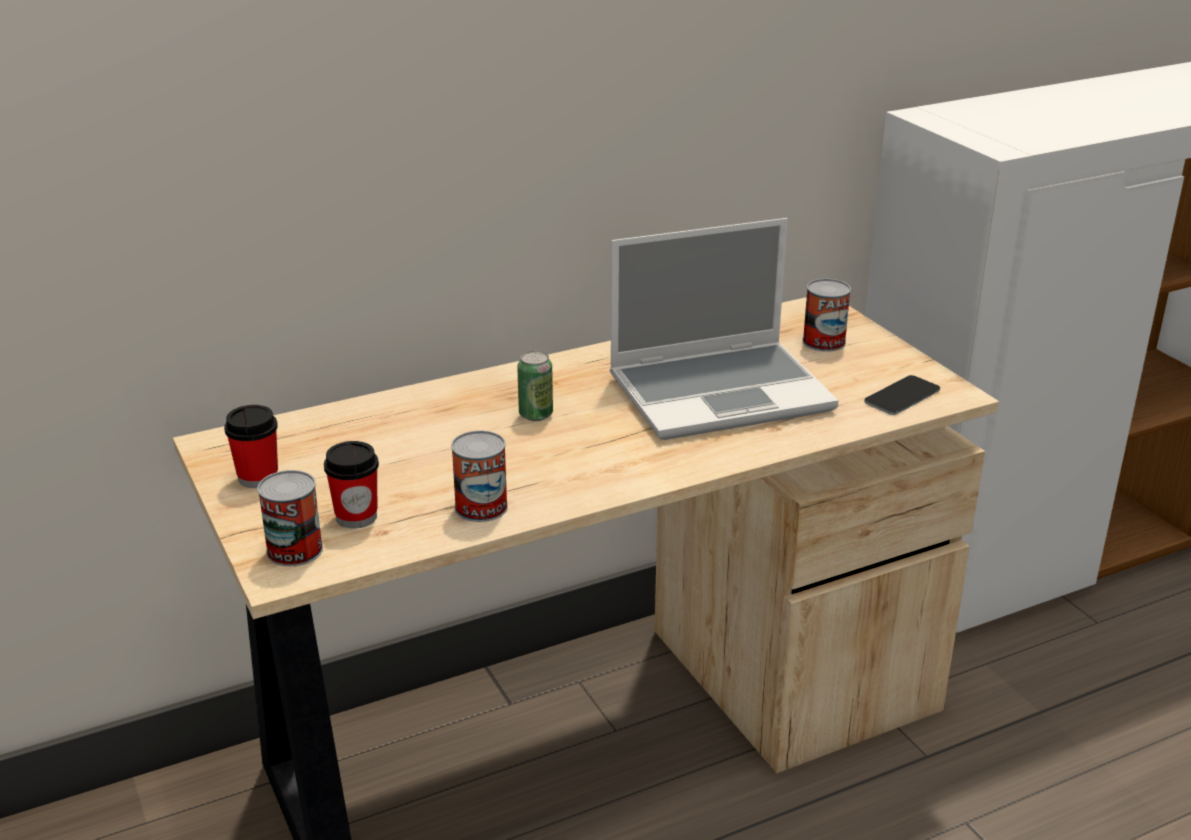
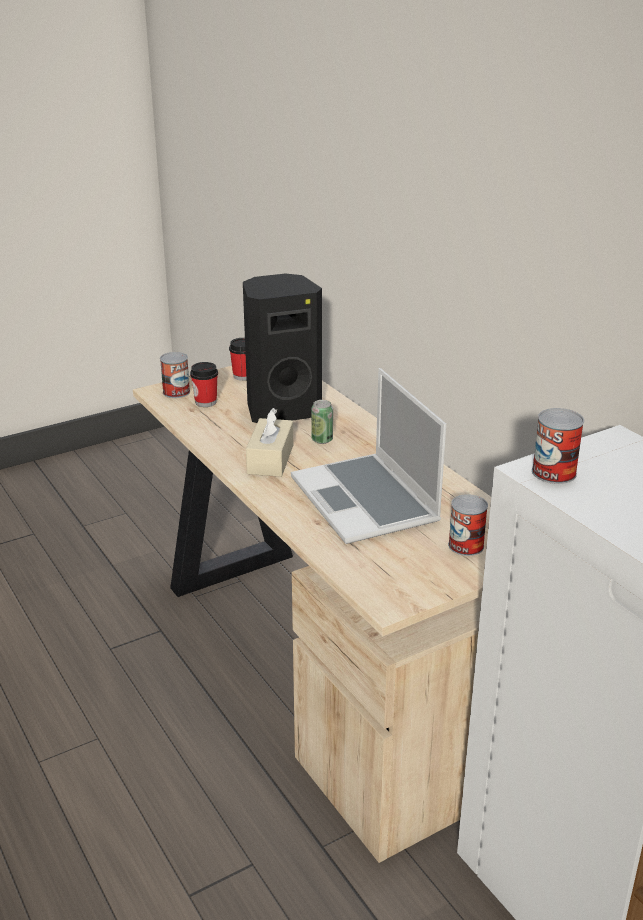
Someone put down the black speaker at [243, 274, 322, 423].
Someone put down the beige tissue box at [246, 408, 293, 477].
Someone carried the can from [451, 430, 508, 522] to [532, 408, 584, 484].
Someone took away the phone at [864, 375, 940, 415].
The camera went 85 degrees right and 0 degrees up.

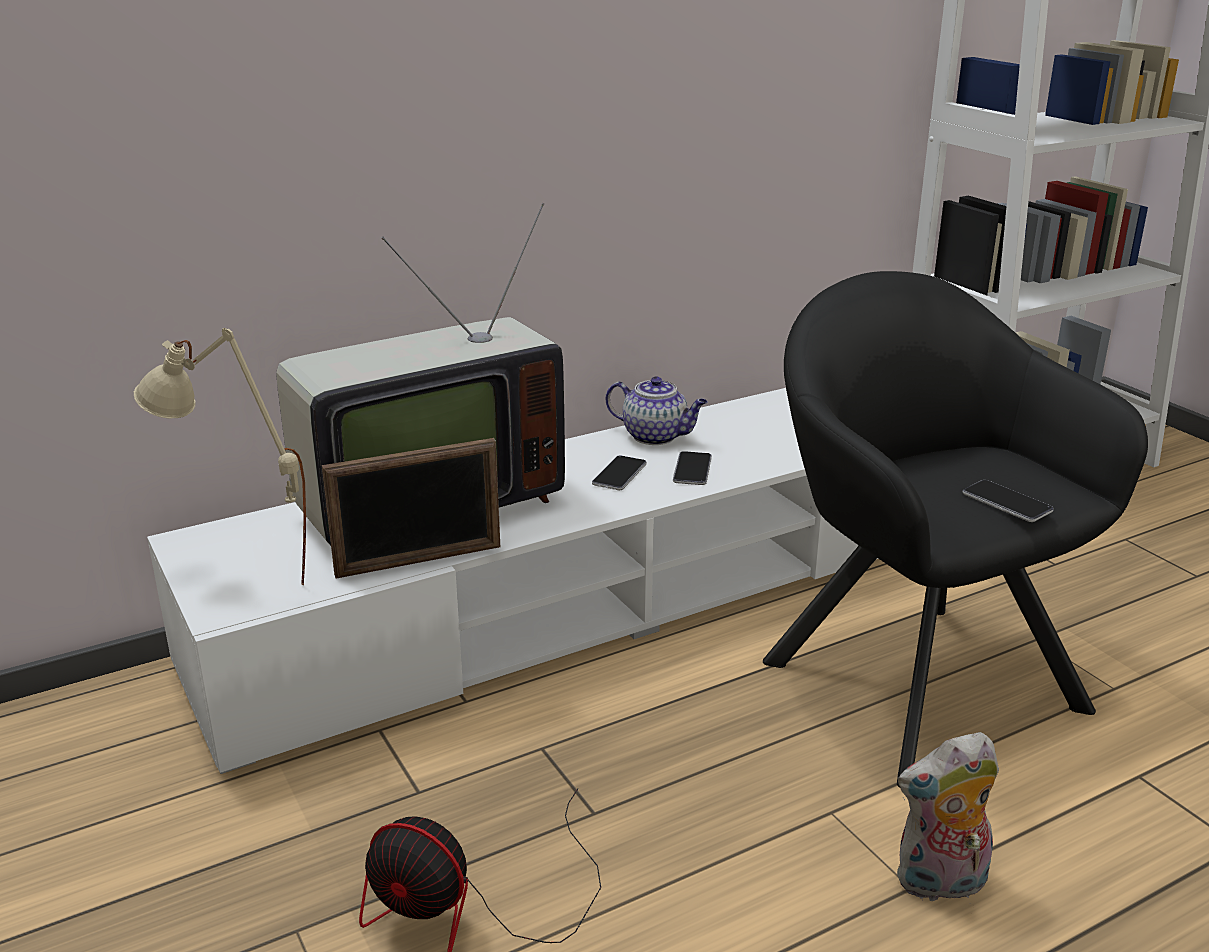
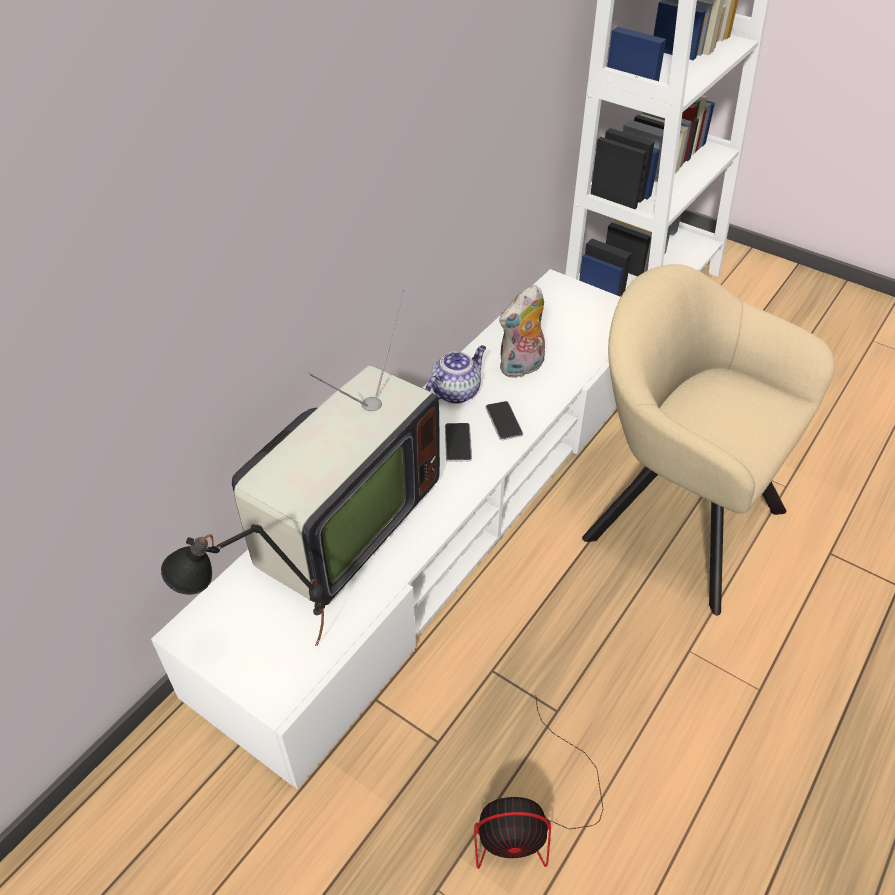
Someone repainted the beige table lamp at [134, 328, 306, 585], which became the black table lamp at [161, 524, 325, 646].
Someone rotated the teapot at [606, 376, 708, 445] by 45 degrees counterclockwise.
Someone carried the plush toy from [897, 732, 999, 904] to [499, 285, 545, 378].
Someone repainted the black armchair at [763, 271, 1148, 788], which became the beige armchair at [582, 264, 835, 616].
Someone took away the picture frame at [322, 438, 500, 579].
Someone took away the phone at [963, 480, 1054, 522].
The camera went 25 degrees left and 20 degrees up.

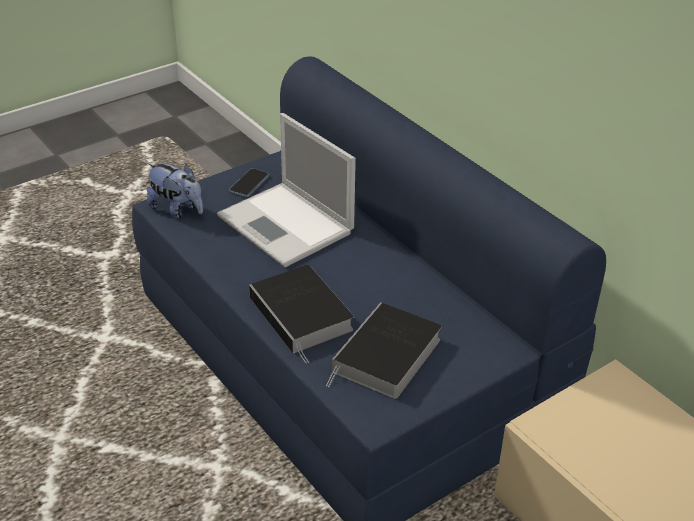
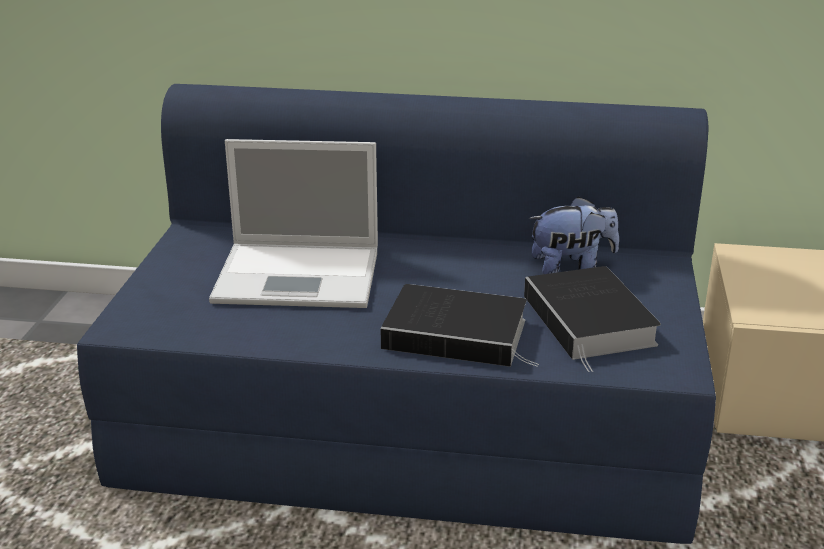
Someone carried the plush toy from [147, 163, 203, 218] to [529, 196, 619, 274].
Someone took away the phone at [229, 168, 269, 197].
The camera went 45 degrees left and 10 degrees down.

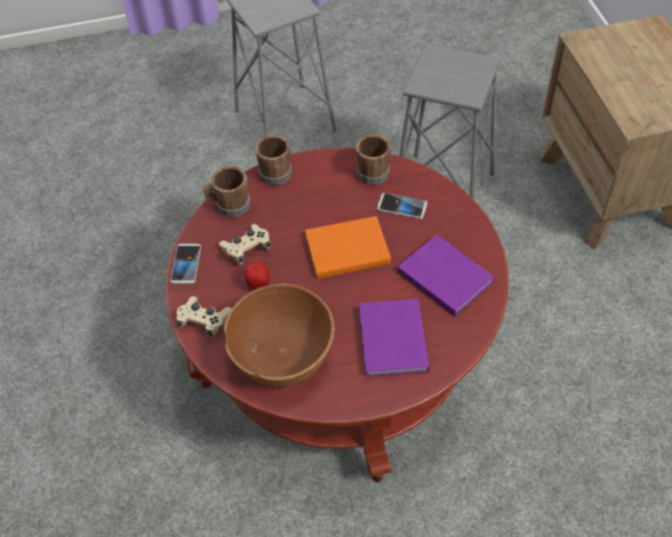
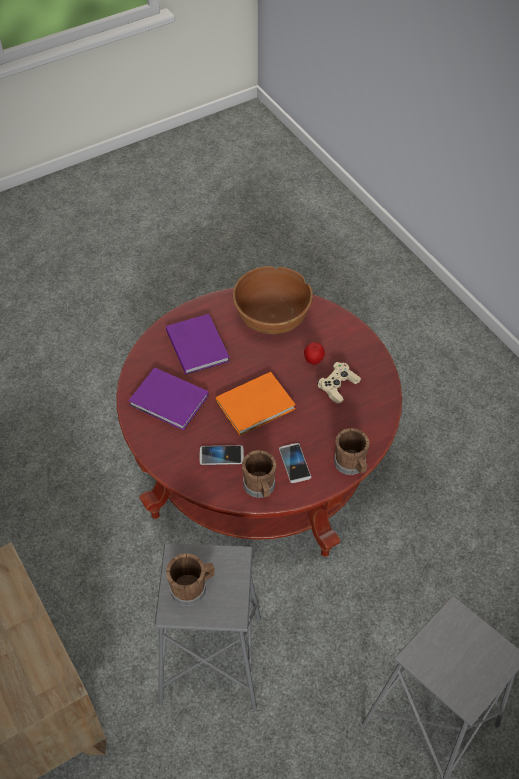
Someone carried the brown mug from [203, 166, 251, 217] to [166, 553, 215, 606].
Someone carried the phone from [171, 244, 201, 284] to [279, 443, 311, 483].
Someone took away the beige game controller at [177, 296, 232, 338].
The camera went 160 degrees right and 0 degrees up.

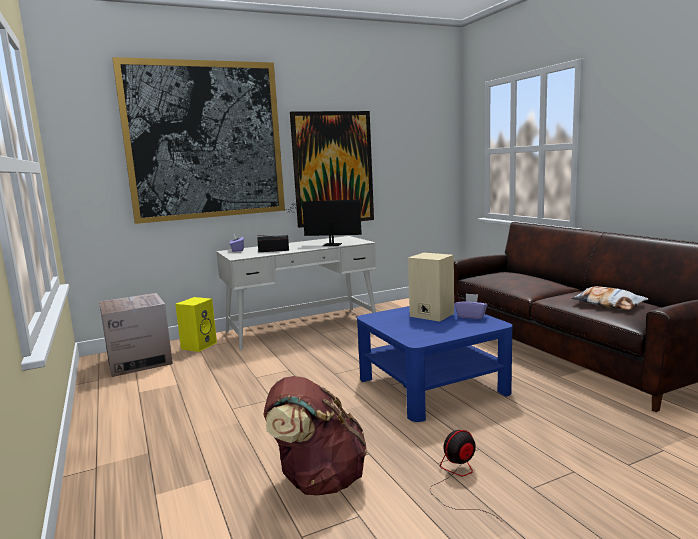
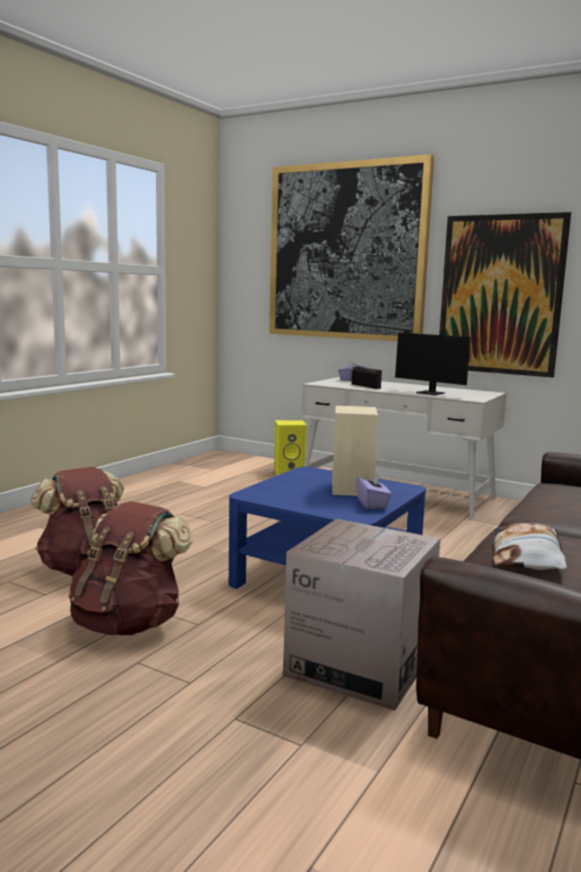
Someone swapped the fan at [430, 430, 501, 521] for the brown backpack at [69, 501, 193, 635].
Someone carried the cardboard box from [99, 293, 173, 377] to [283, 519, 441, 711].
Someone rotated the monitor at [285, 199, 362, 246] by 150 degrees clockwise.
The camera went 55 degrees right and 0 degrees up.

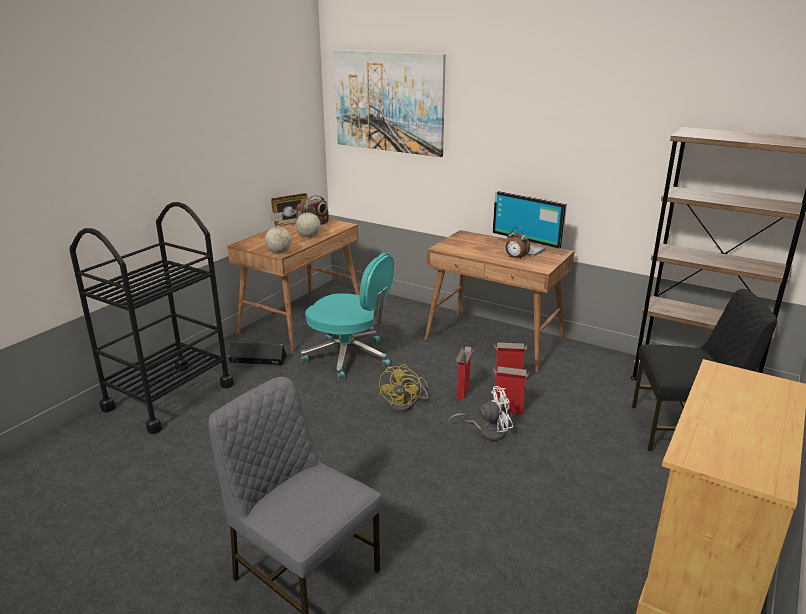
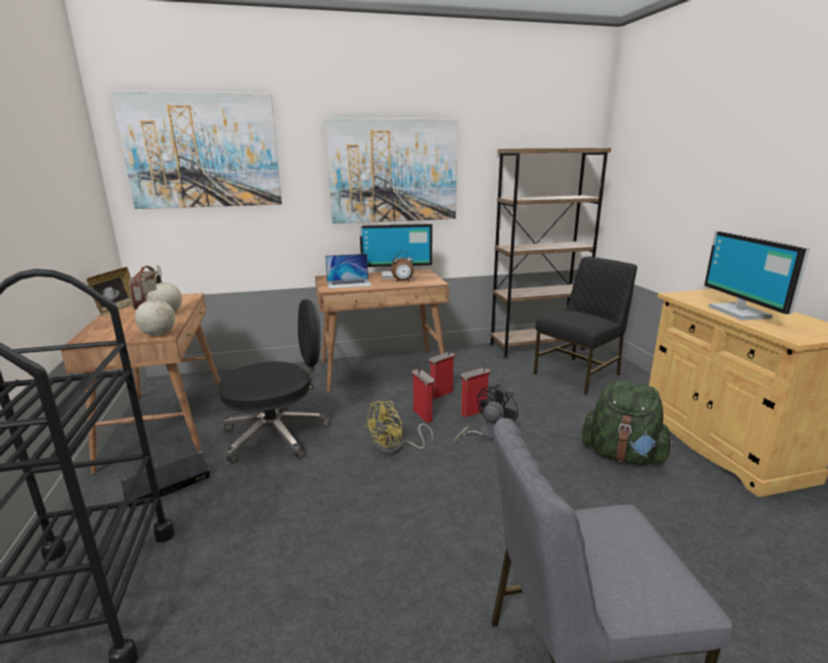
Someone repainted the turquoise office chair at [300, 253, 394, 380], which became the black office chair at [219, 299, 330, 464].
Someone put up the picture at [325, 118, 458, 224].
Someone put down the laptop at [325, 254, 372, 289].
Someone rotated the yellow fan at [379, 364, 429, 412] by 75 degrees clockwise.
Someone repainted the white fan at [449, 386, 513, 441], which became the black fan at [454, 384, 519, 444].
Someone put down the green backpack at [582, 380, 674, 465].
Someone put down the monitor at [704, 231, 810, 320].
The camera went 45 degrees left and 5 degrees down.

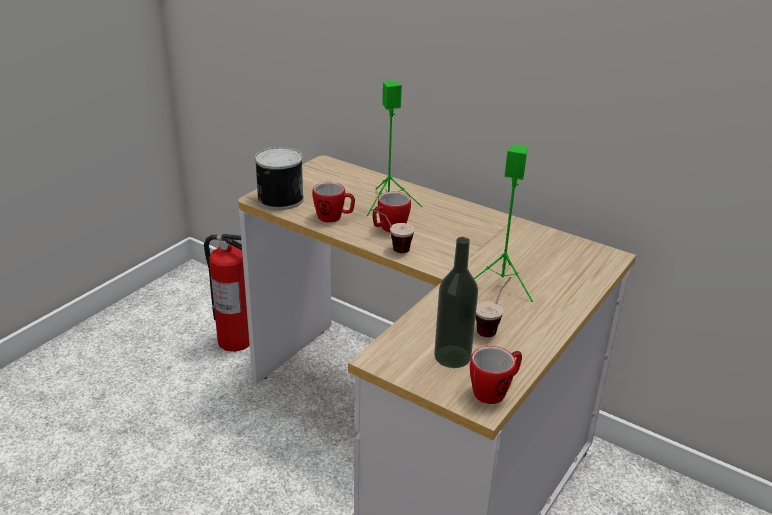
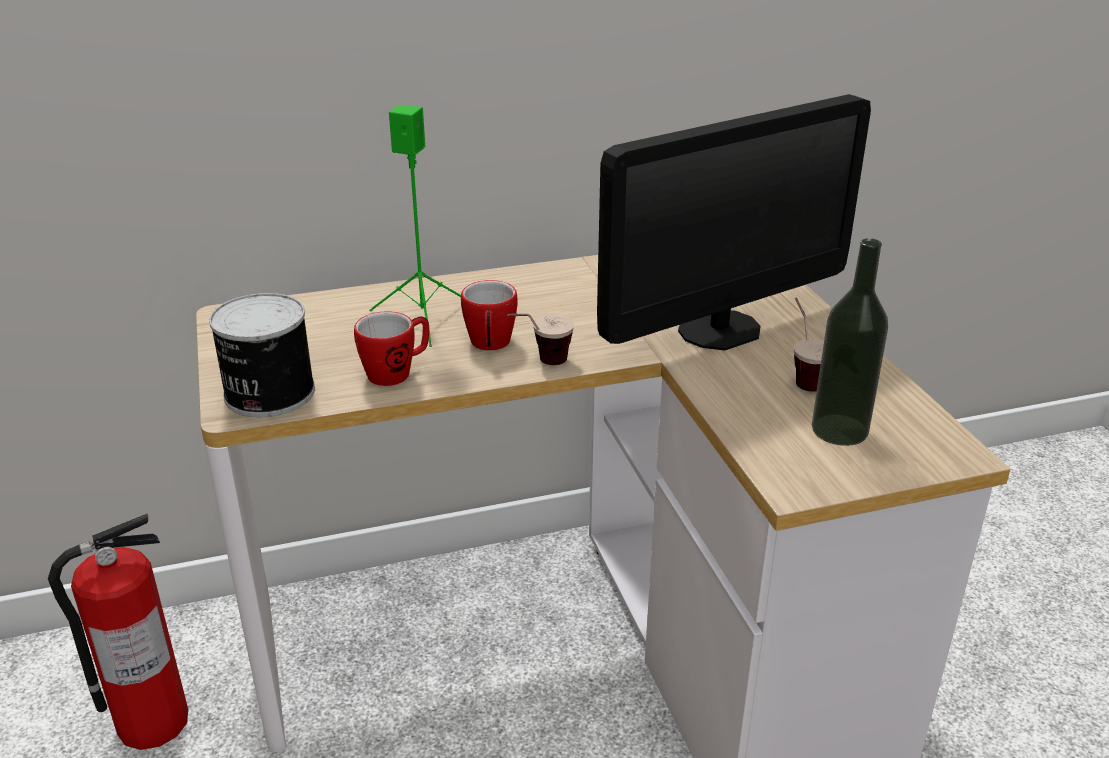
Someone swapped the green speaker at [474, 145, 533, 302] for the monitor at [597, 94, 871, 350].
Someone took away the mug at [470, 346, 522, 404].
The camera went 50 degrees left and 0 degrees up.

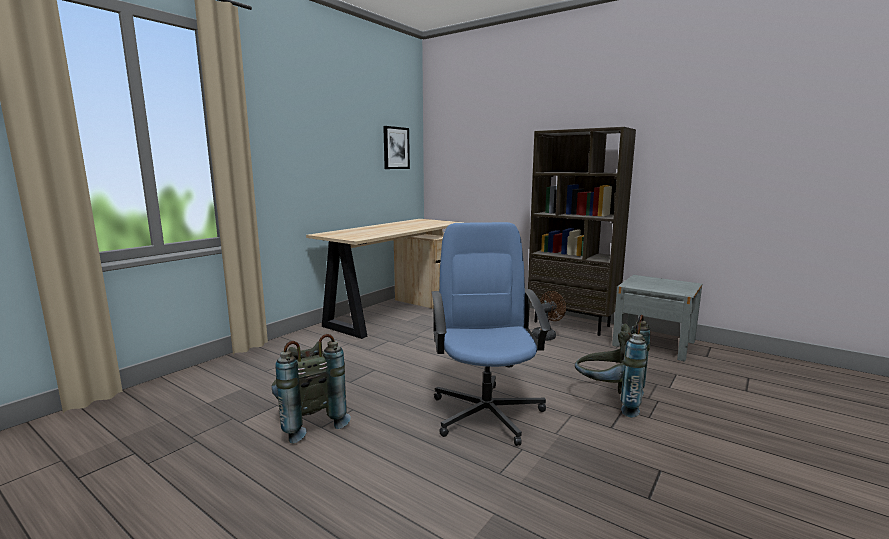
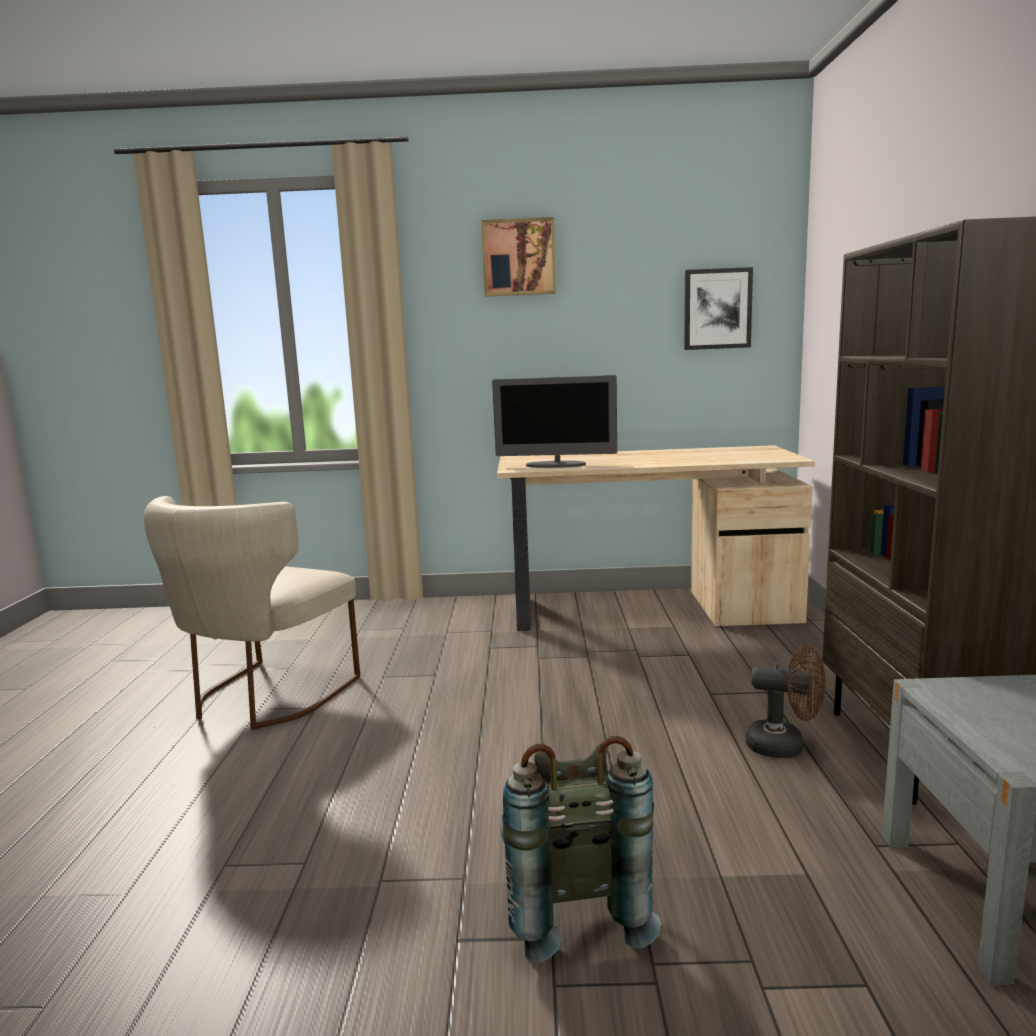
Someone swapped the grey backpack at [272, 334, 351, 444] for the beige chair at [143, 496, 360, 730].
Someone put up the picture at [481, 217, 556, 297].
Someone put down the monitor at [492, 375, 617, 468].
Someone took away the blue office chair at [432, 222, 551, 446].
The camera went 55 degrees right and 0 degrees up.

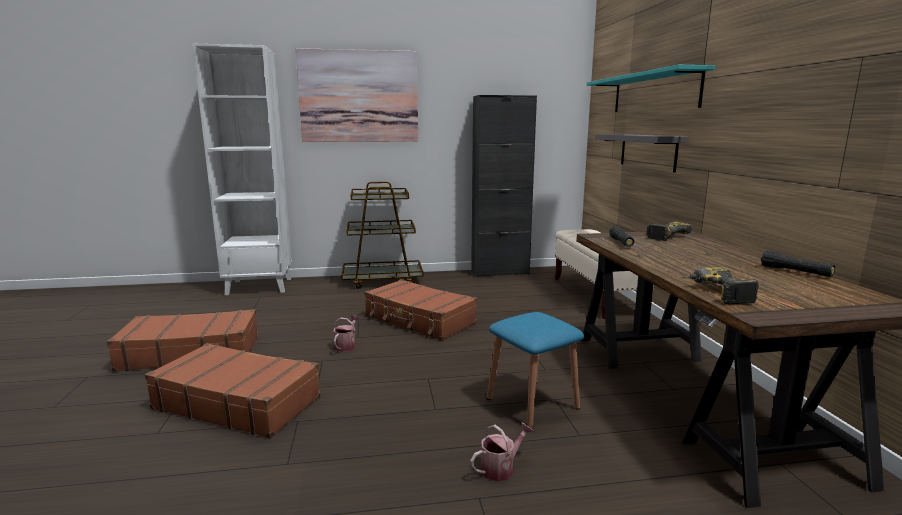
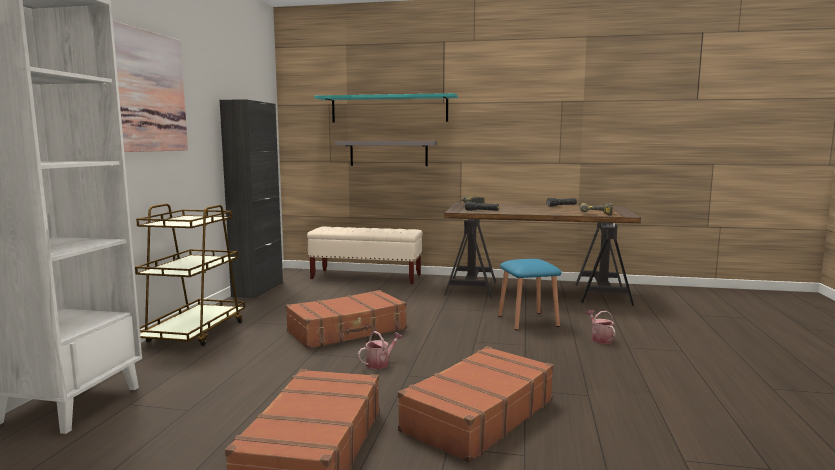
Someone rotated the watering can at [333, 315, 359, 352] by 105 degrees clockwise.
The camera went 70 degrees left and 5 degrees down.

